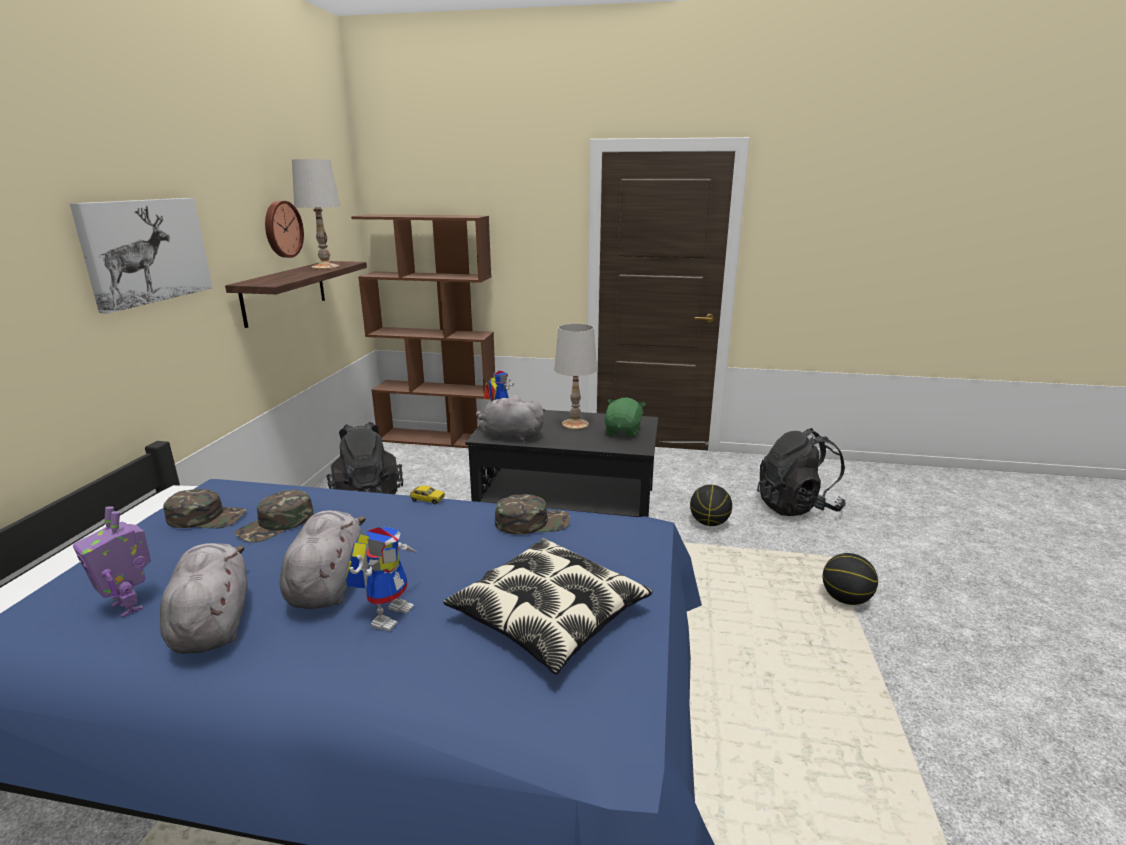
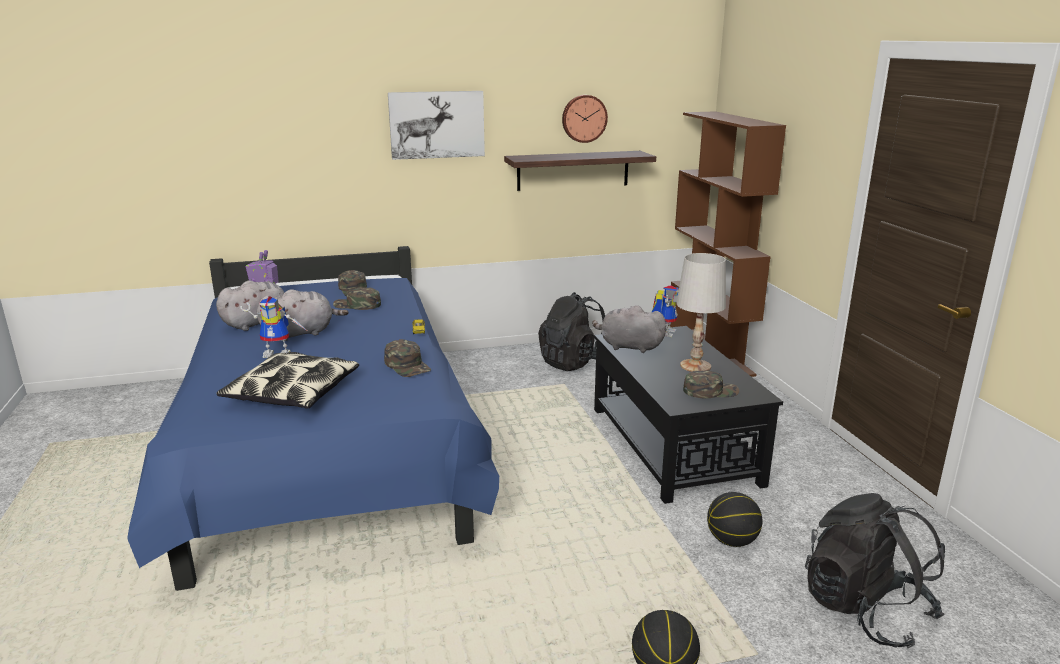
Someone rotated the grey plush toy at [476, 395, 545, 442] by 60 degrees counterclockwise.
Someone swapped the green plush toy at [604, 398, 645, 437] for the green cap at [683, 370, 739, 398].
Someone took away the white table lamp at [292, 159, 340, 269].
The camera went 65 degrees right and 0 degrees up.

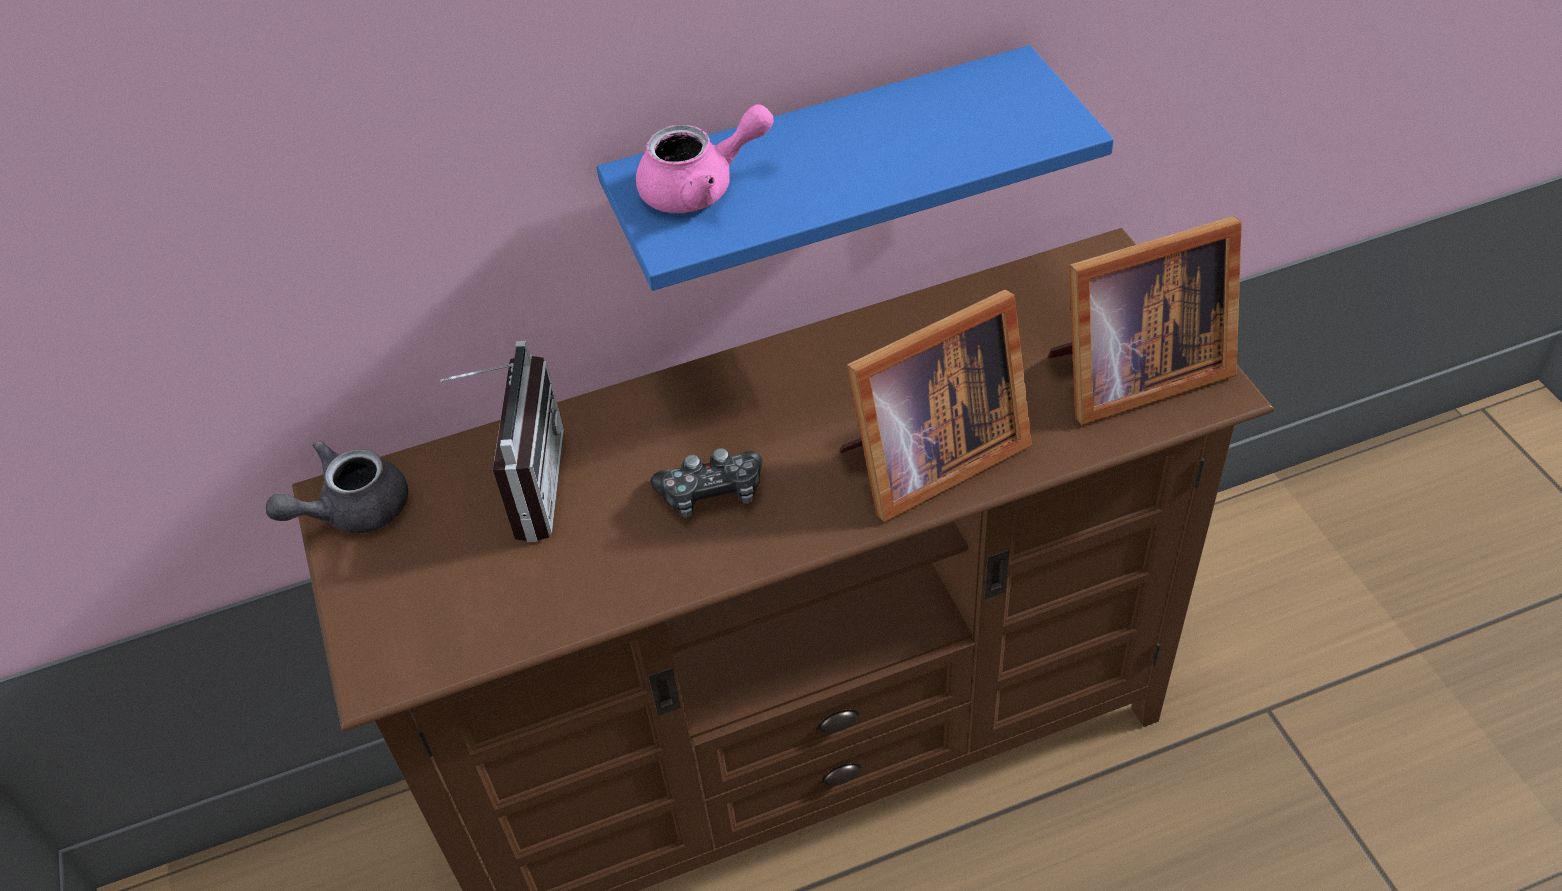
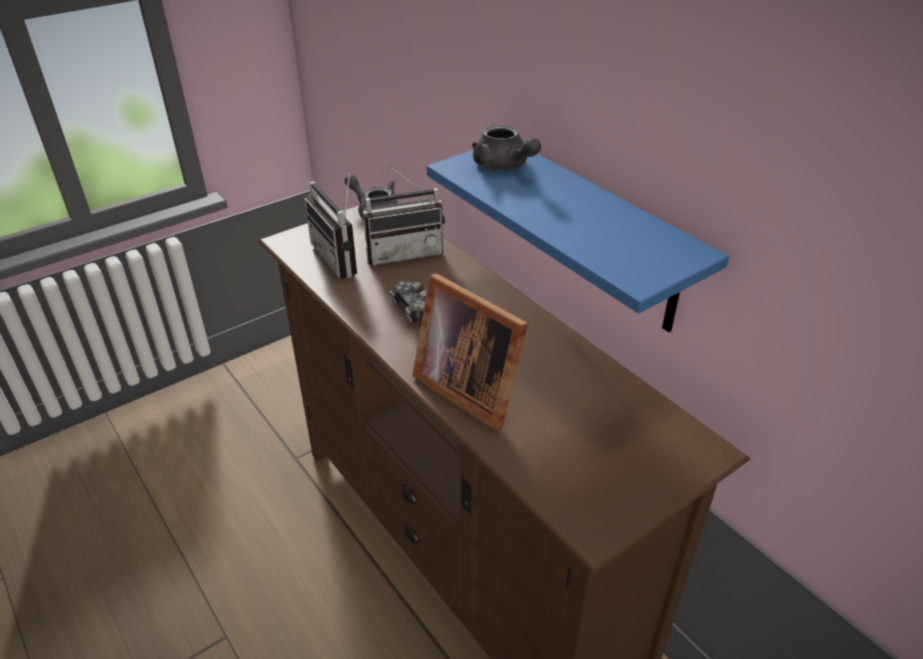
Someone put down the radio at [304, 168, 357, 278].
Someone repainted the pink teapot at [636, 105, 774, 213], which became the grey teapot at [472, 124, 541, 171].
Someone took away the picture frame at [1048, 216, 1242, 425].
The camera went 70 degrees right and 10 degrees down.

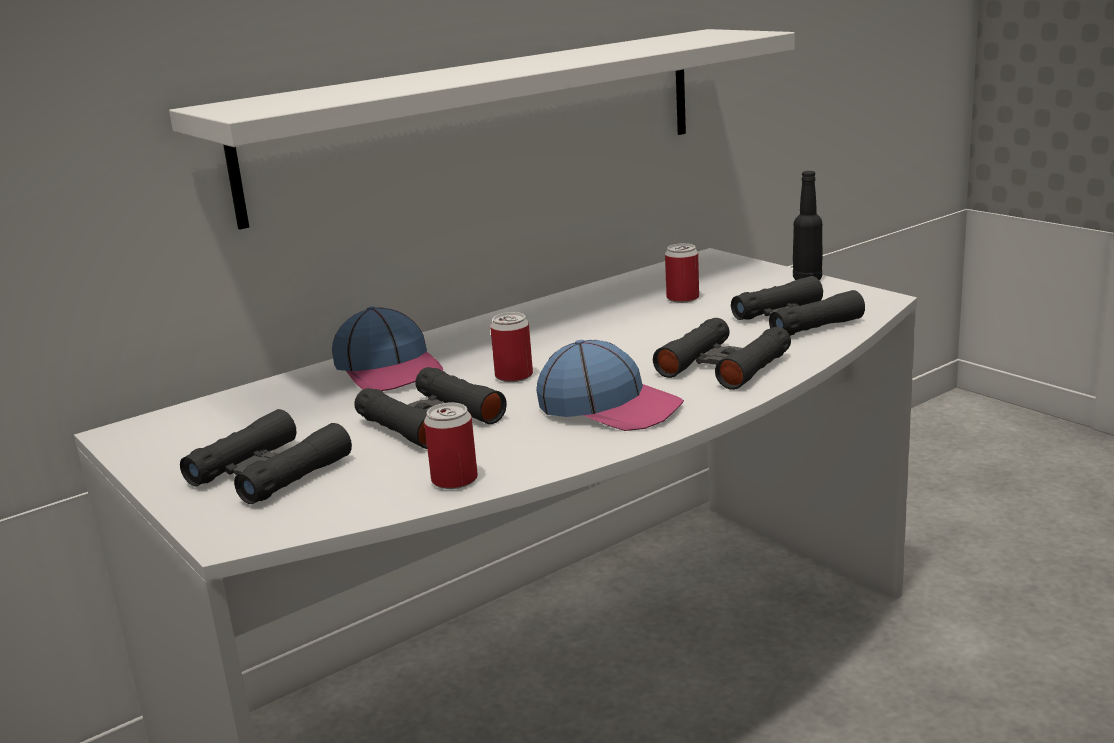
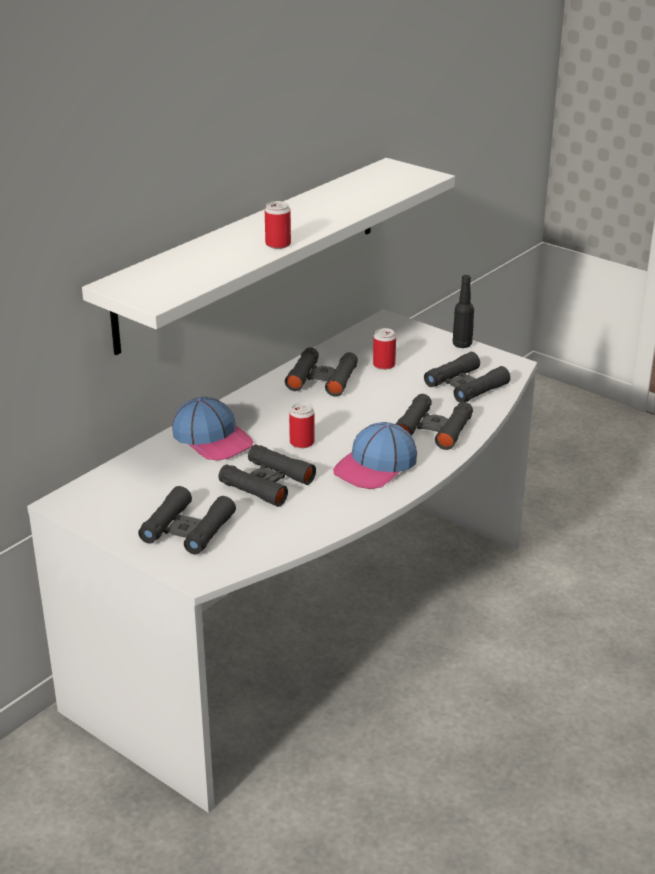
Someone carried the can from [424, 402, 478, 489] to [265, 201, 291, 249].
Someone put down the black binoculars at [285, 347, 358, 397].
Someone rotated the cap at [536, 340, 684, 431] by 120 degrees clockwise.
The camera went 15 degrees left and 10 degrees up.

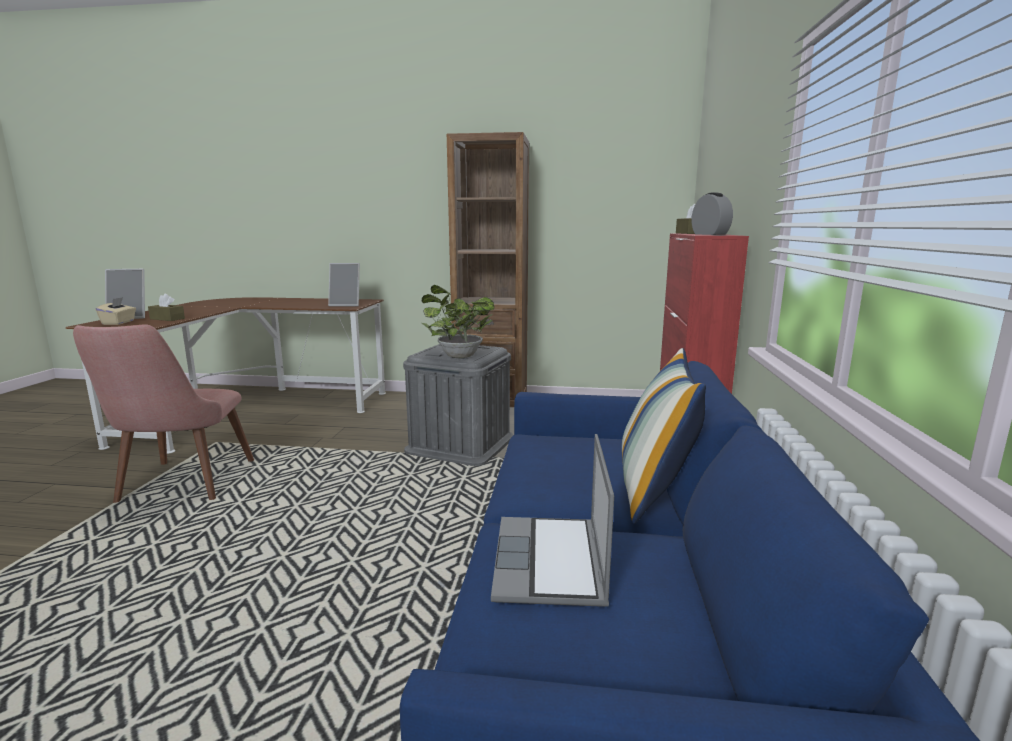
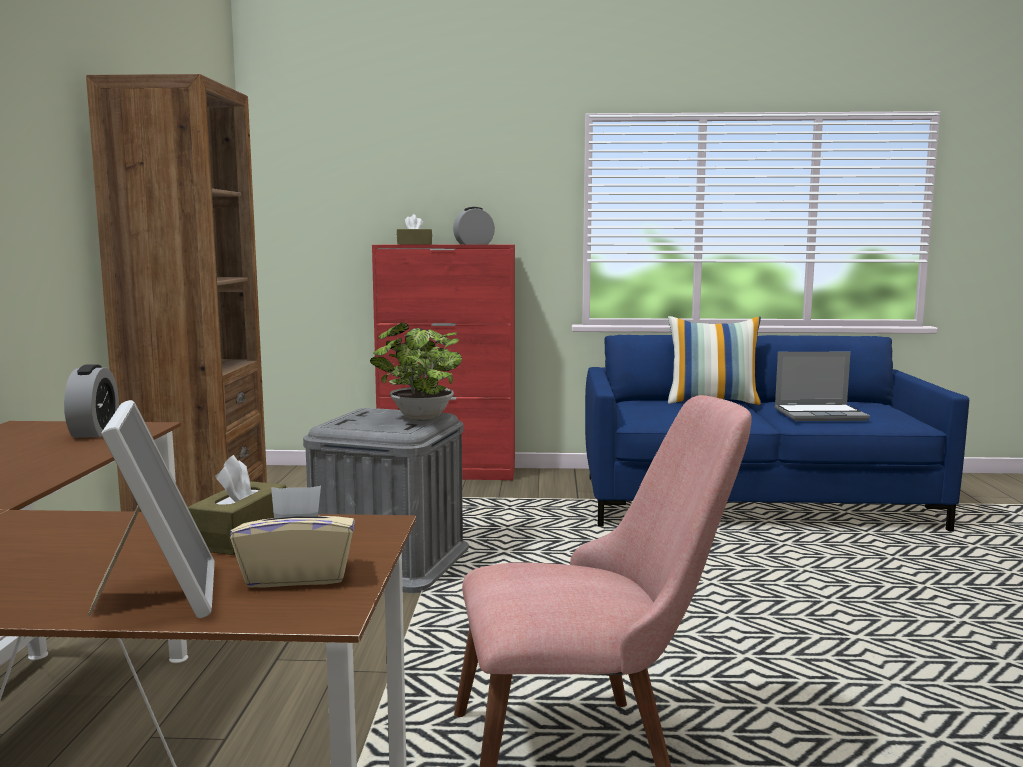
Someone swapped the picture frame at [328, 263, 360, 306] for the alarm clock at [64, 364, 119, 438].
The camera went 95 degrees left and 5 degrees down.

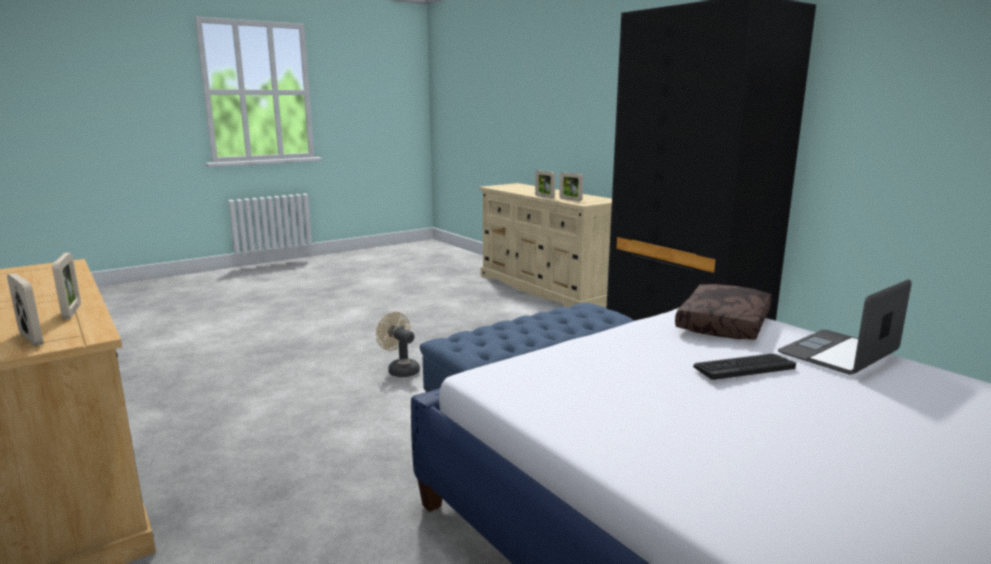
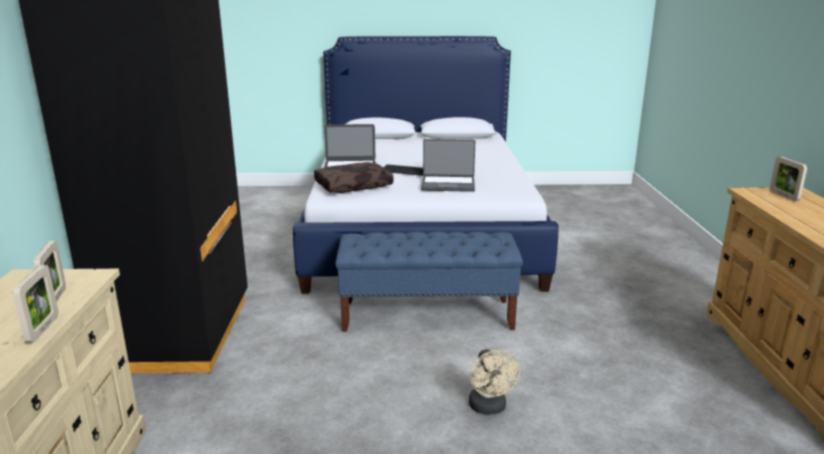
Someone put down the laptop at [421, 139, 475, 192].
Someone took away the picture frame at [52, 253, 81, 319].
The camera went 145 degrees left and 5 degrees up.

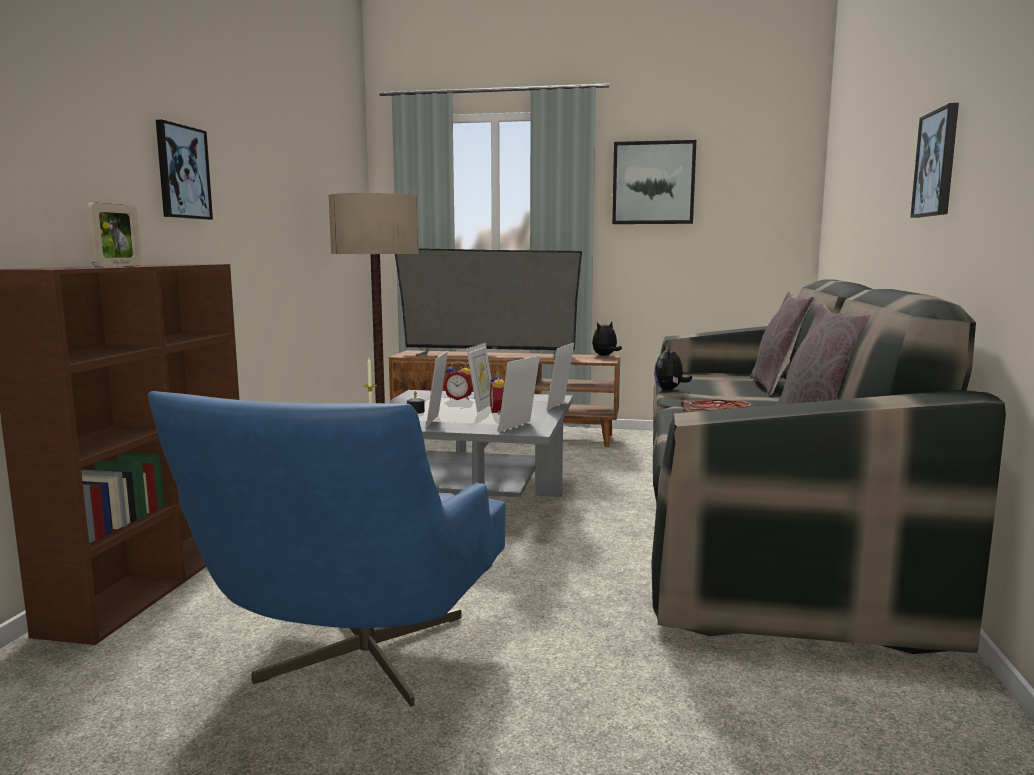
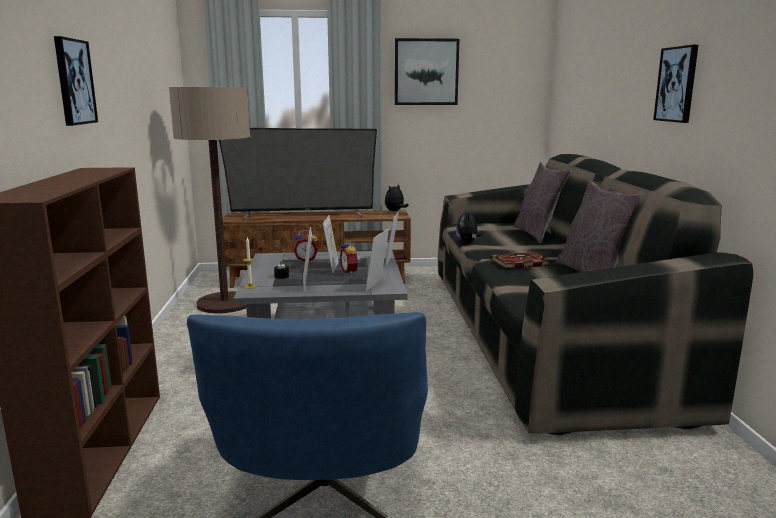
Someone took away the picture frame at [86, 203, 142, 267].
The camera went 15 degrees left and 5 degrees up.

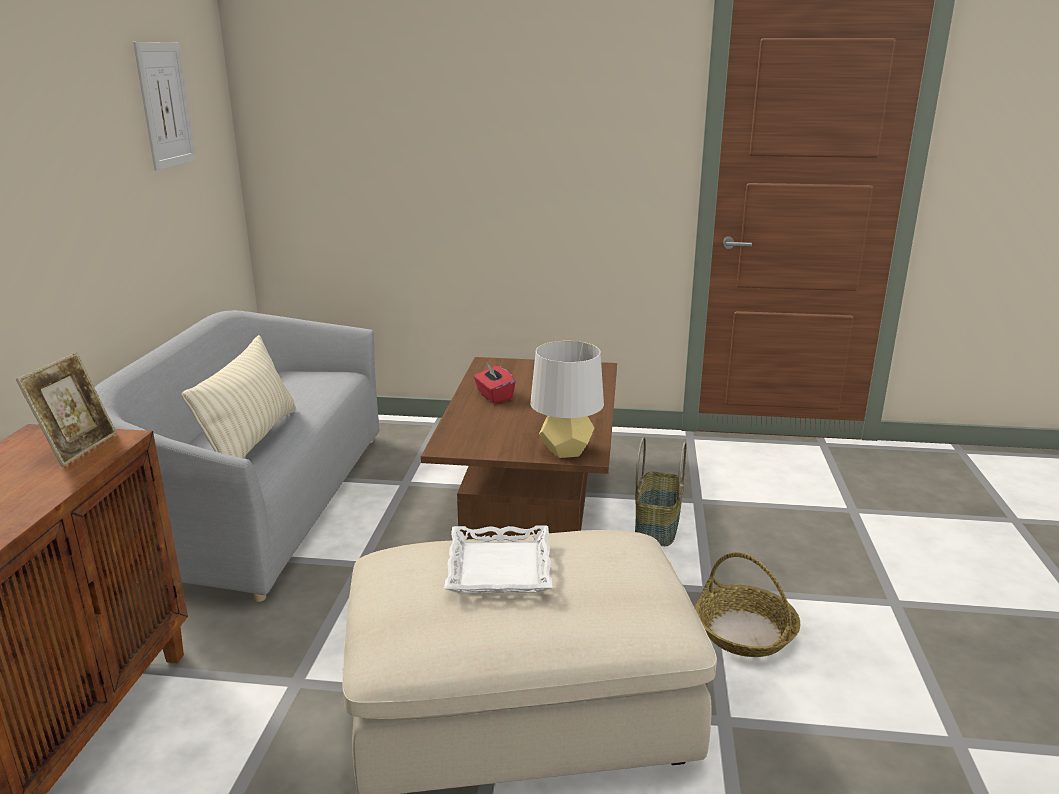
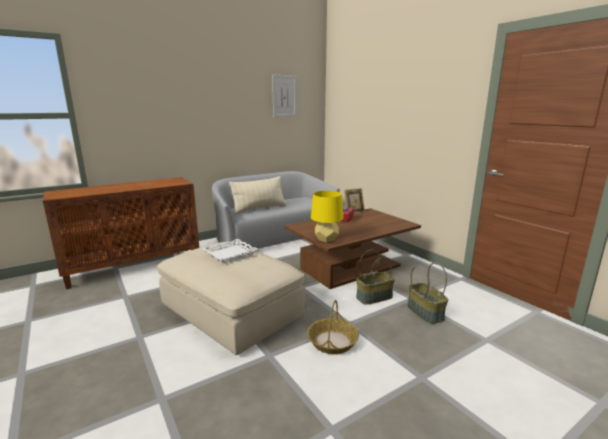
Someone repainted the grey table lamp at [530, 341, 604, 458], which became the yellow table lamp at [311, 191, 343, 243].
Someone carried the picture frame from [16, 352, 117, 467] to [344, 188, 365, 214].
Someone put down the basket at [408, 262, 448, 324].
The camera went 50 degrees right and 5 degrees down.

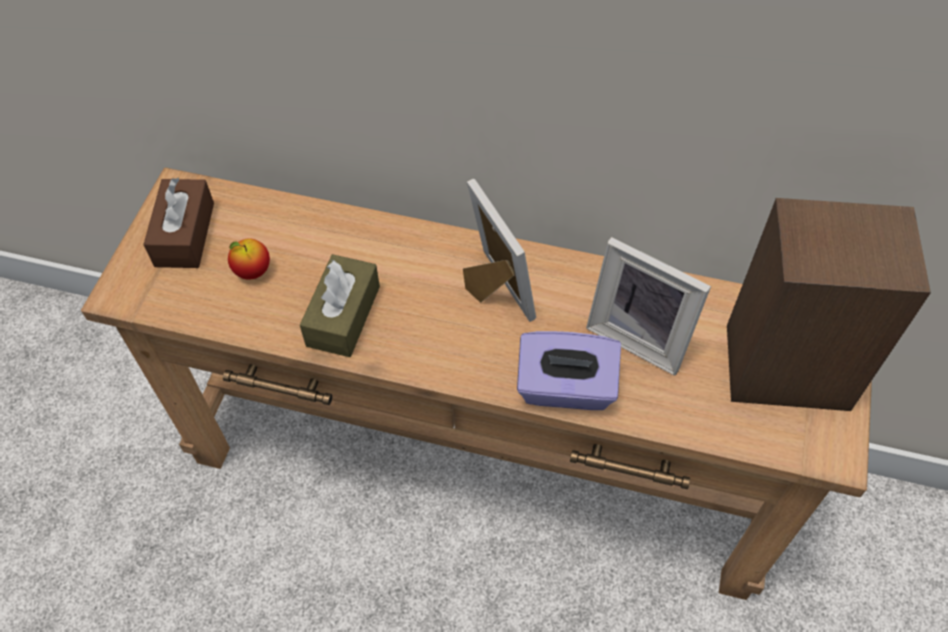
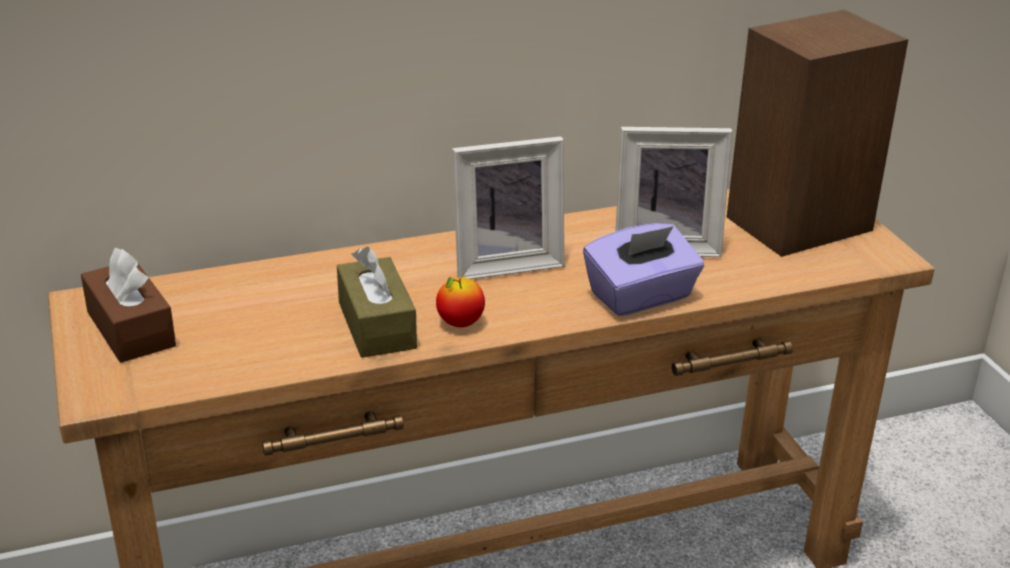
Someone carried the apple from [228, 238, 270, 280] to [436, 277, 485, 327].
Someone rotated the picture frame at [463, 179, 536, 322] by 135 degrees clockwise.
The camera went 35 degrees left and 25 degrees down.

